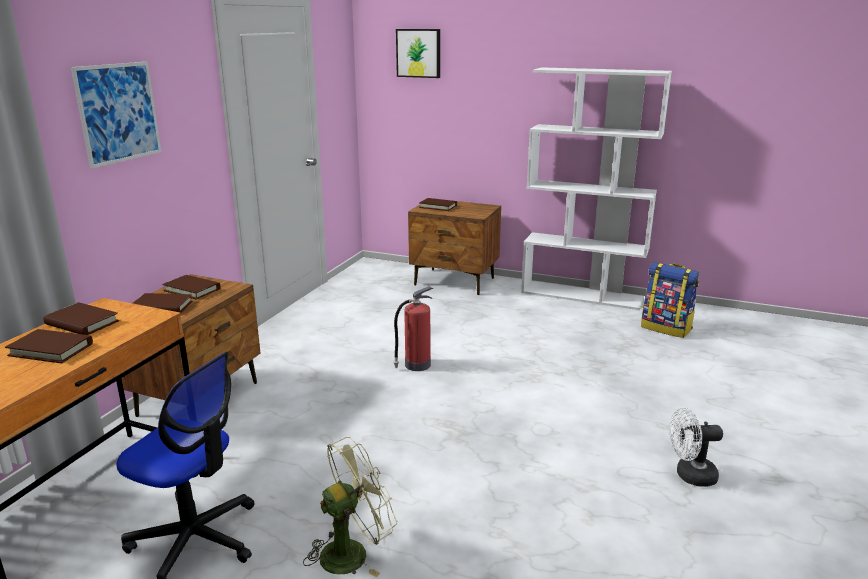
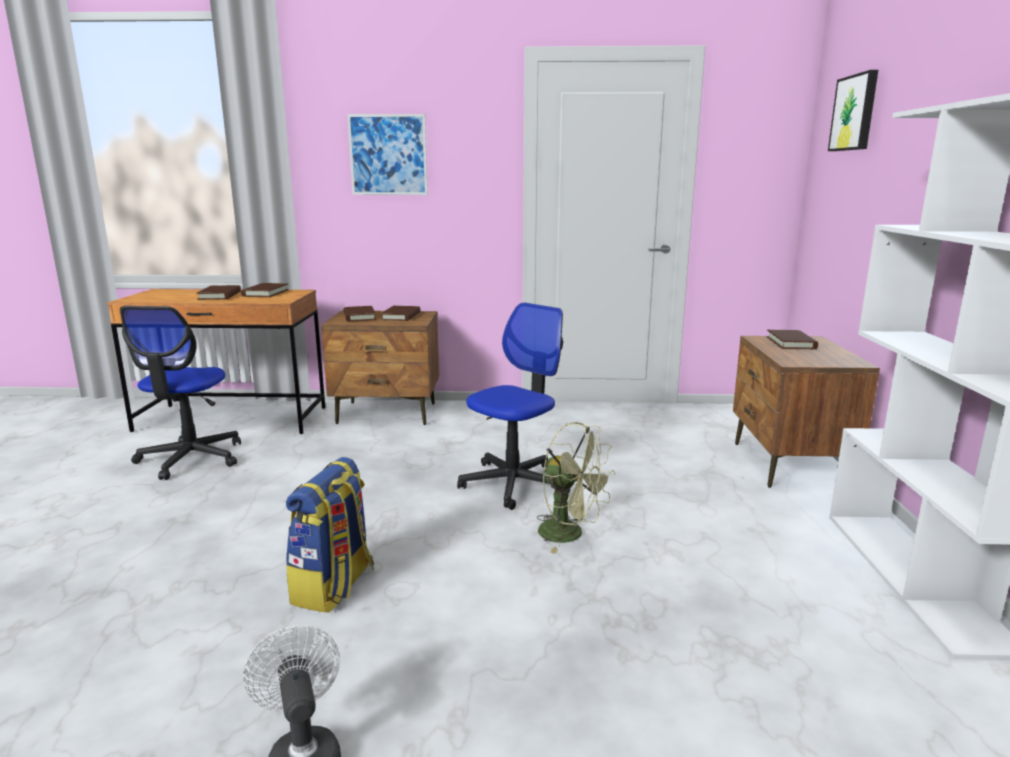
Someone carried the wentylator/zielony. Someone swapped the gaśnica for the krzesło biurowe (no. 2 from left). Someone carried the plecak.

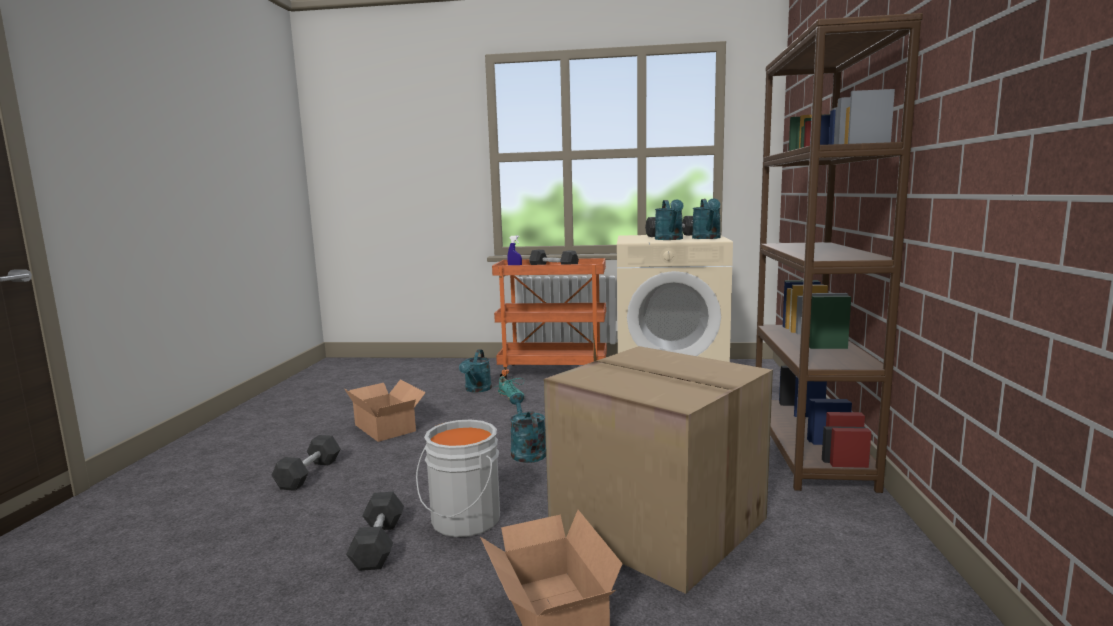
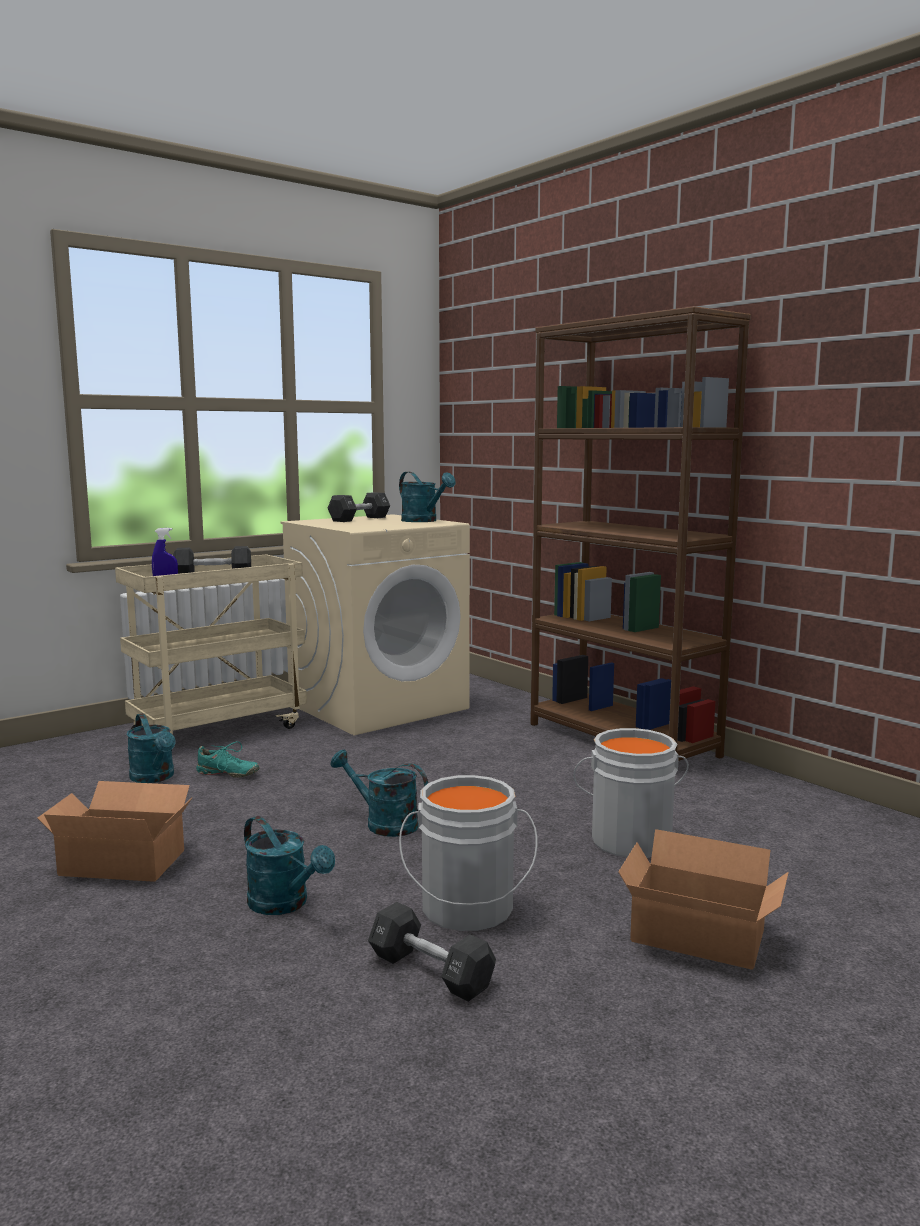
Someone took away the hantel/czarny (no. 1 from left). Someone repainted the wózek/pomarańczowy, which became the wózek/beżowy. Someone swapped the karton (no. 3 from left) for the wiadro/szary (no. 2 from left). Someone carried the konewka/turkusowy (no. 3 from left in the first image).

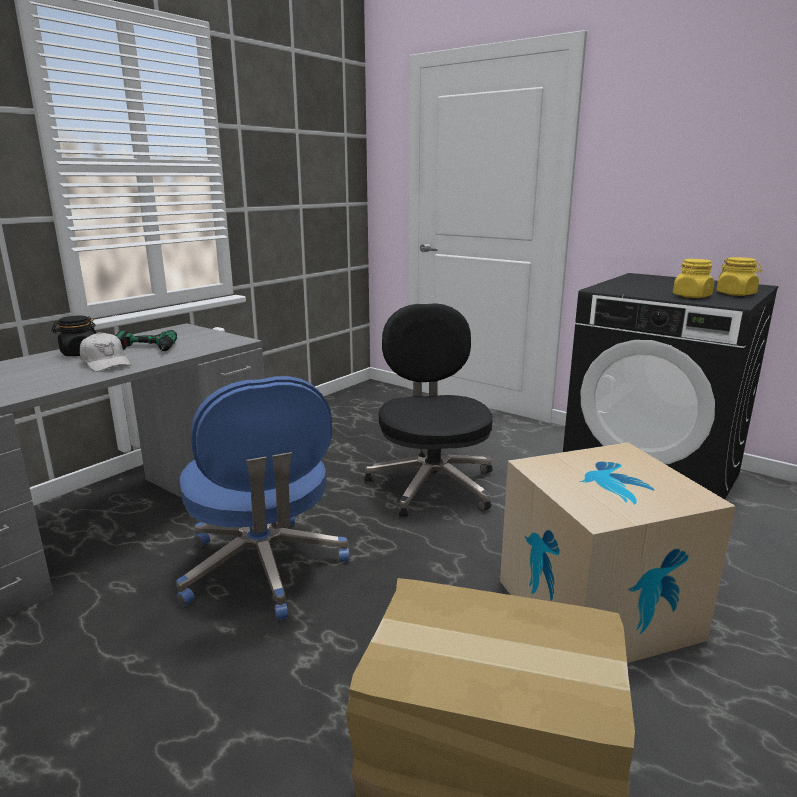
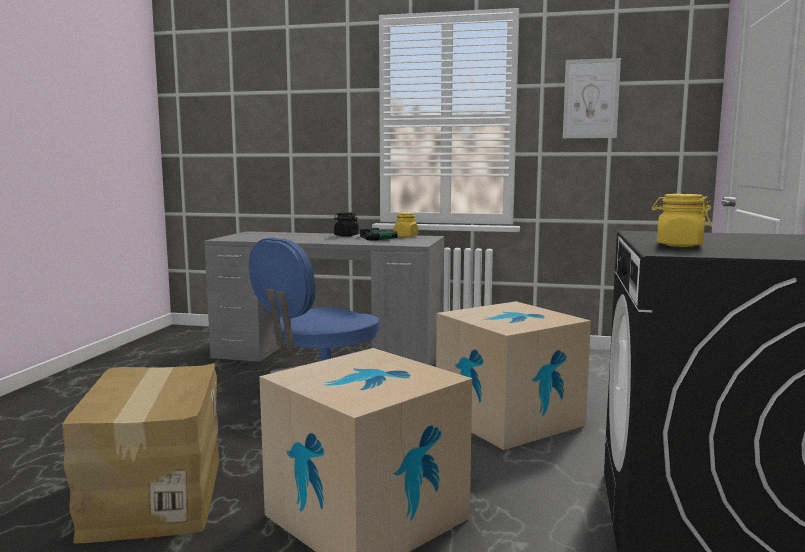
Someone took away the czapka z daszkiem/biały. Someone swapped the krzesło biurowe/czarny for the karton (no. 3 from left). Someone carried the słoik/żółty (no. 2 from left in the first image). Someone put up the obraz.

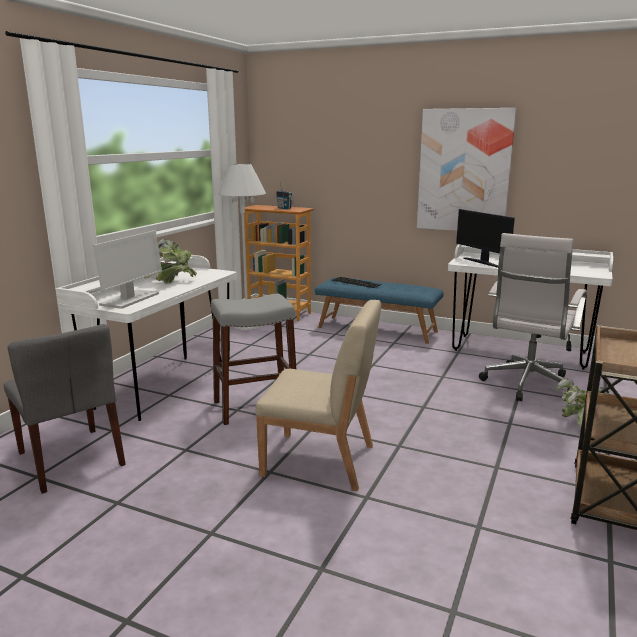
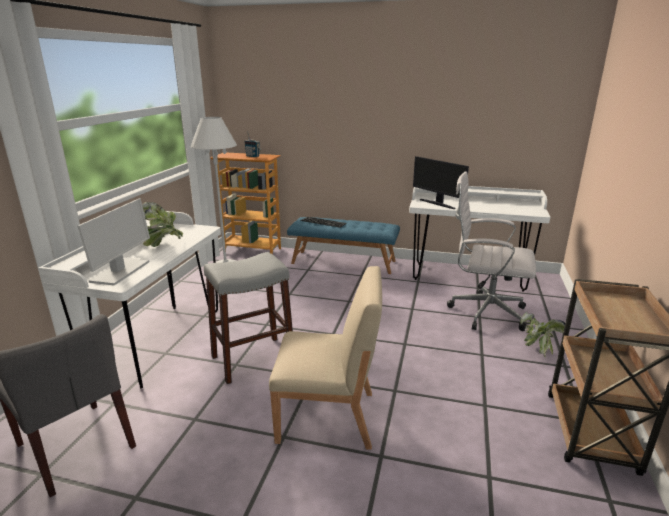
Someone took away the obraz. Someone rotated the krzesło biurowe/biały by 90 degrees clockwise.

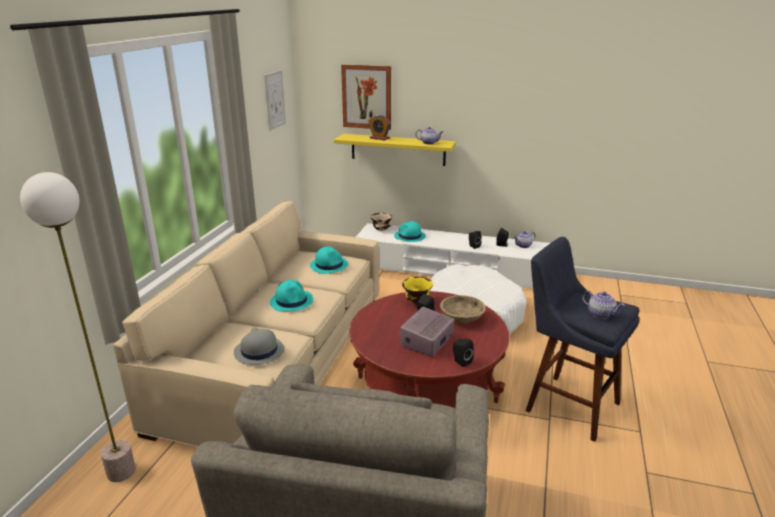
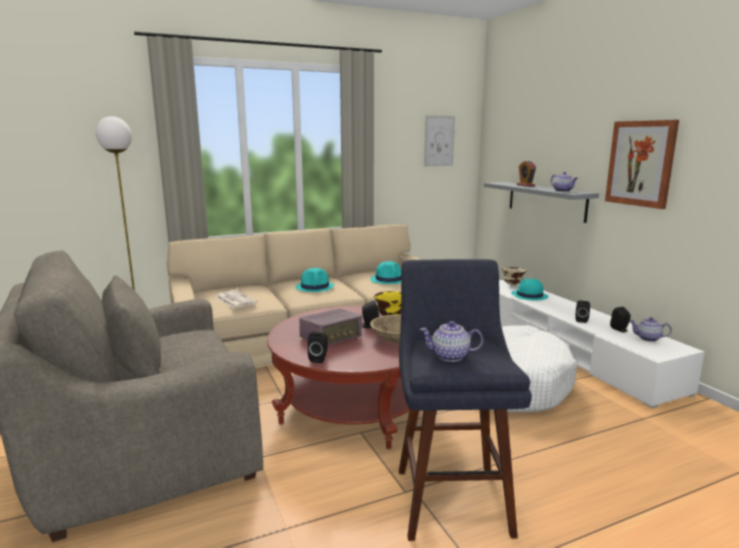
Someone swapped the kapelusz/szary for the gazeta. Someone repainted the półka/żółty, which became the półka/szary. Someone carried the obraz (no. 2 from left). Someone rotated the radio by 150 degrees clockwise. Someone rotated the imbryk (no. 3 from left in the first image) by 90 degrees clockwise.

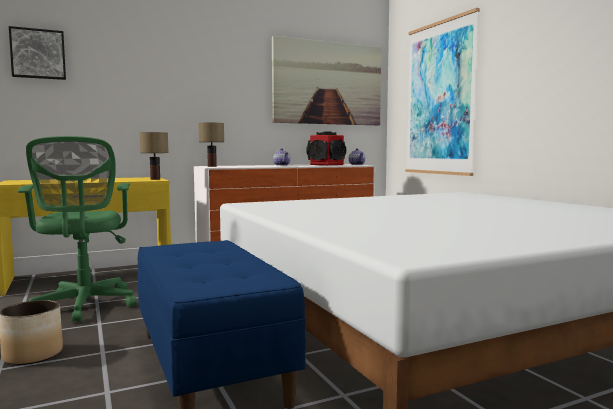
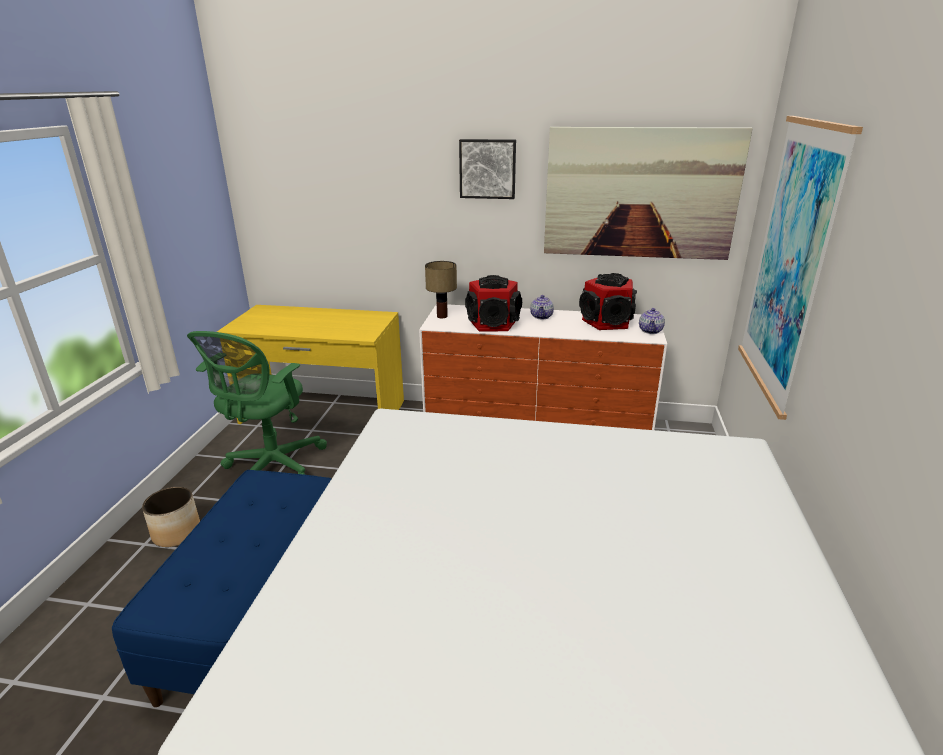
Someone carried the obraz (no. 1 from left). Someone took away the lampa stołowa (no. 1 from left). Someone put down the głośnik (no. 1 from left).

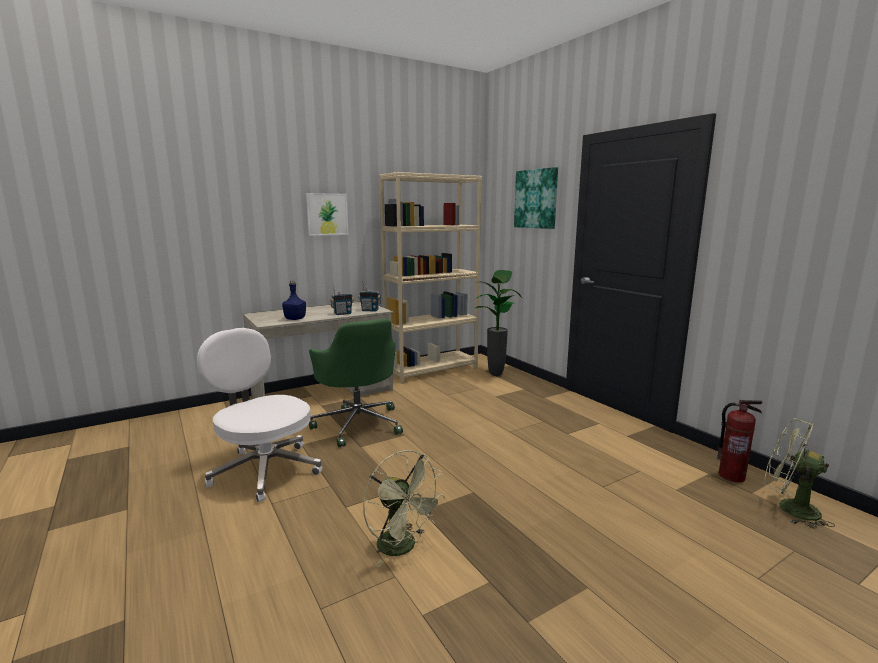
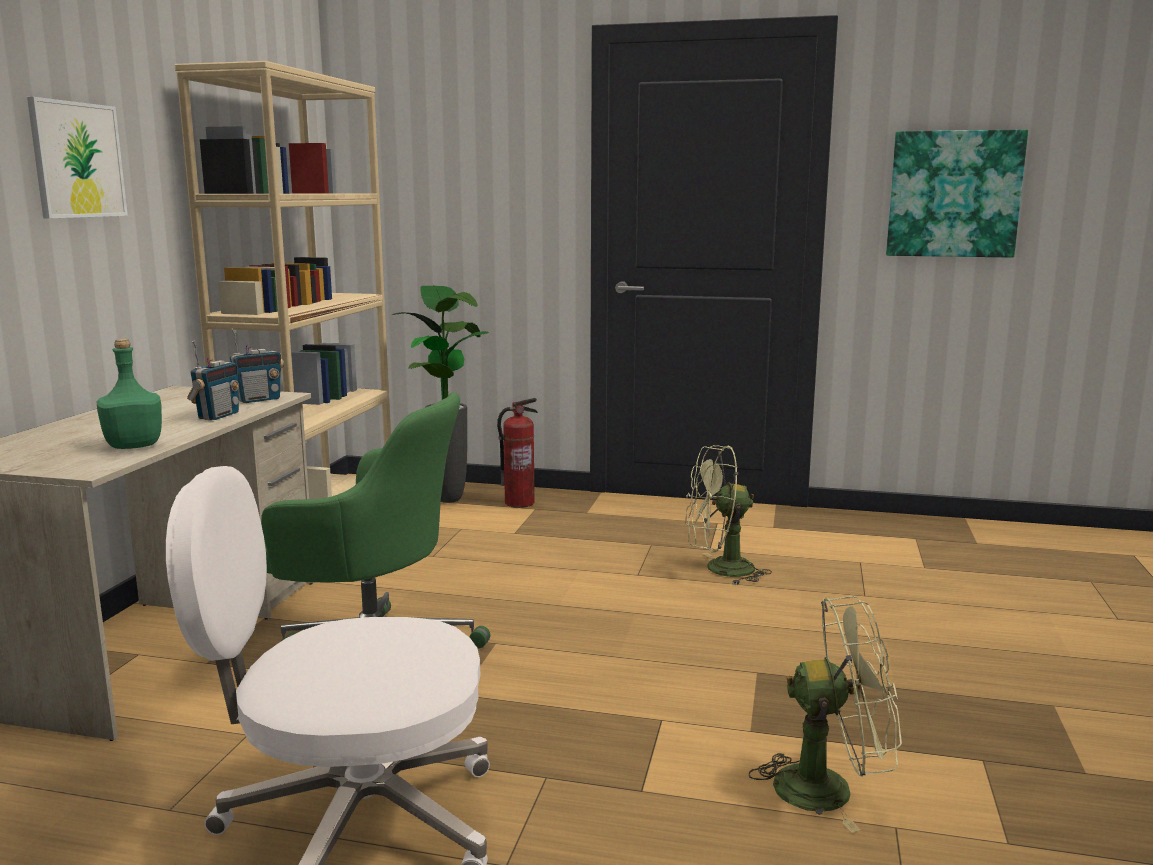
Someone repainted the butelka/niebieski, which became the butelka/zielony. Someone carried the obraz (no. 2 from left). Someone carried the gaśnica. Someone carried the wentylator/zielony (no. 2 from left in the first image).

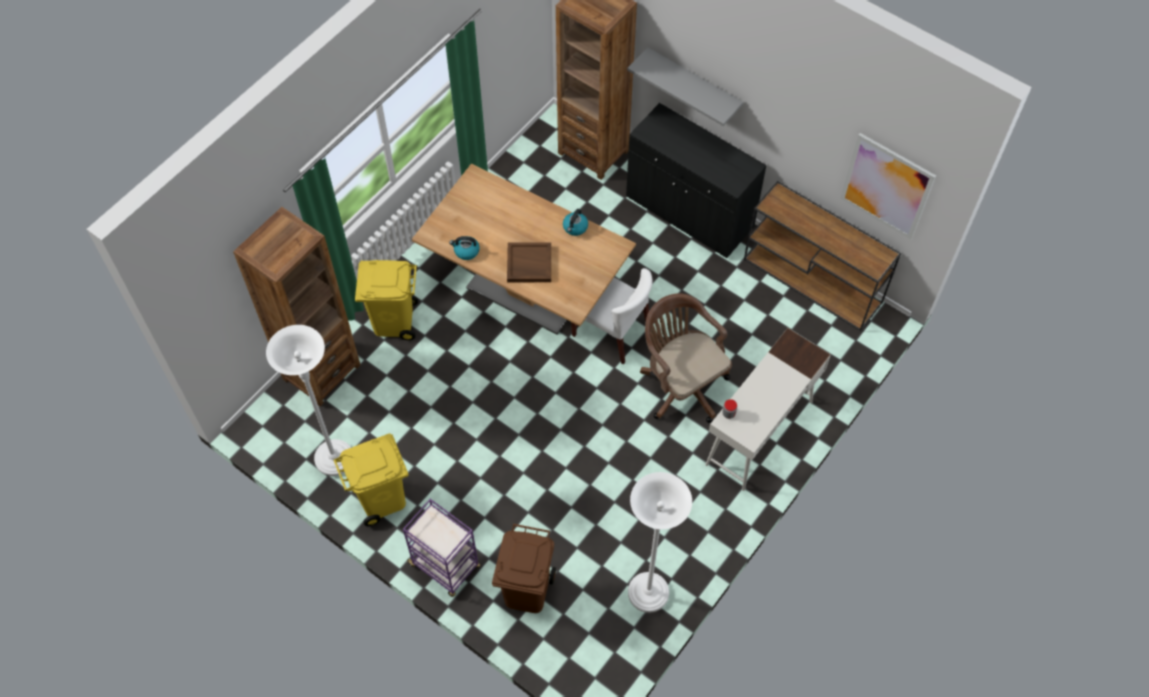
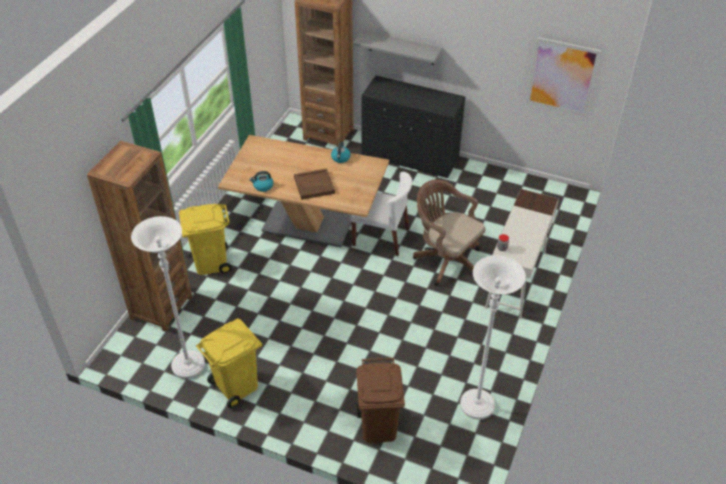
Someone took away the wózek/fioletowy. Someone took away the stolik konsolowy/brązowy.

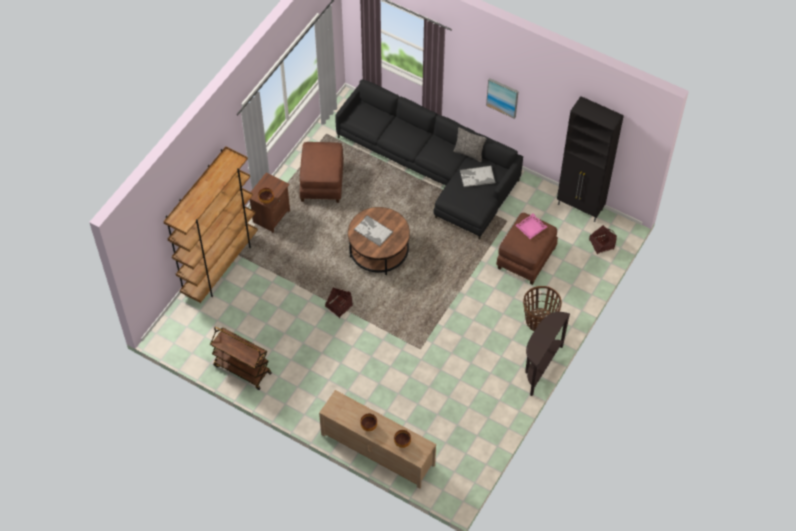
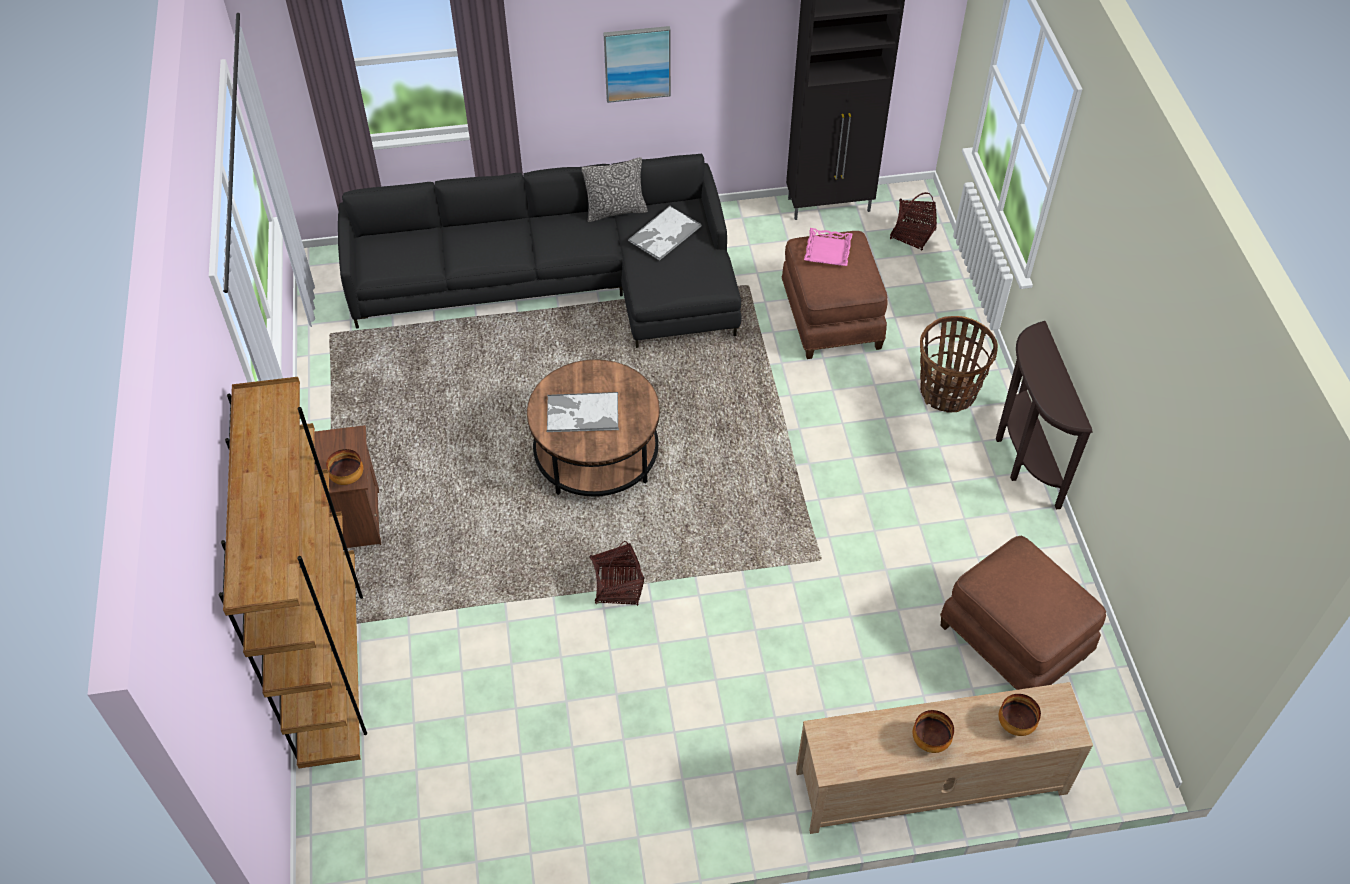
Someone took away the wózek/brązowy. Someone carried the pufa/brązowy (no. 1 from left in the first image).

